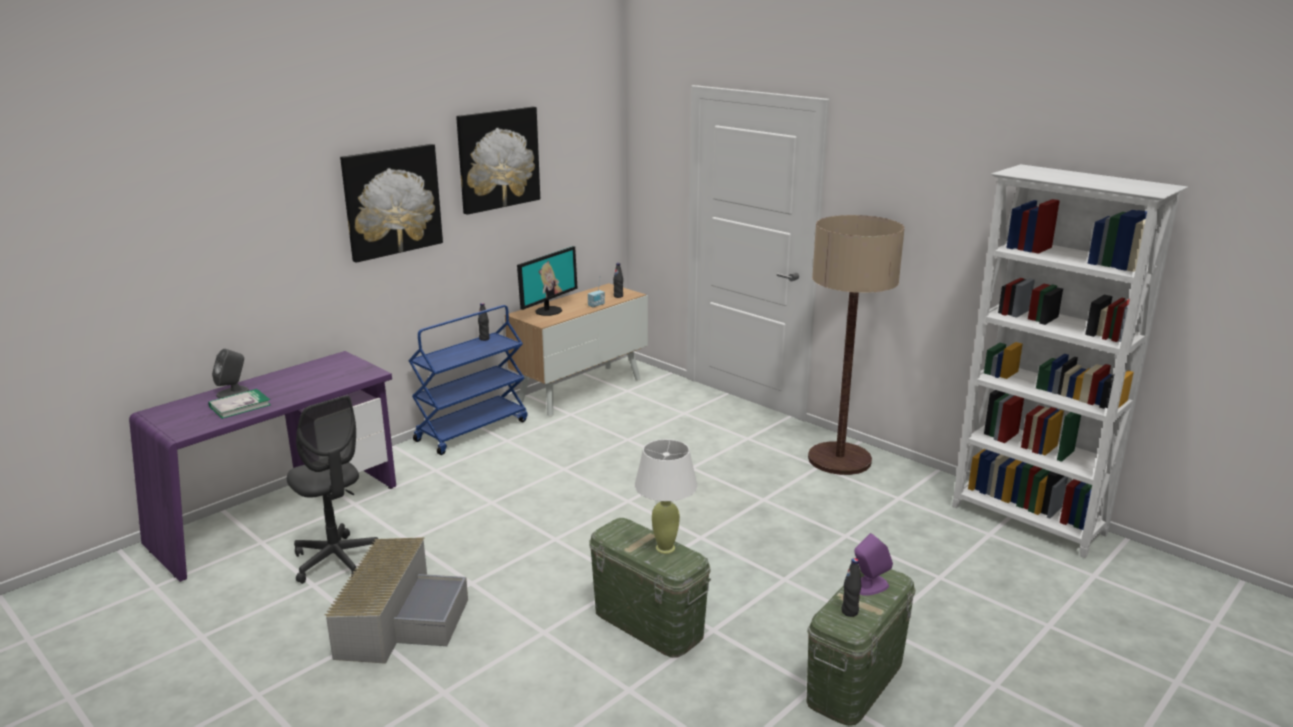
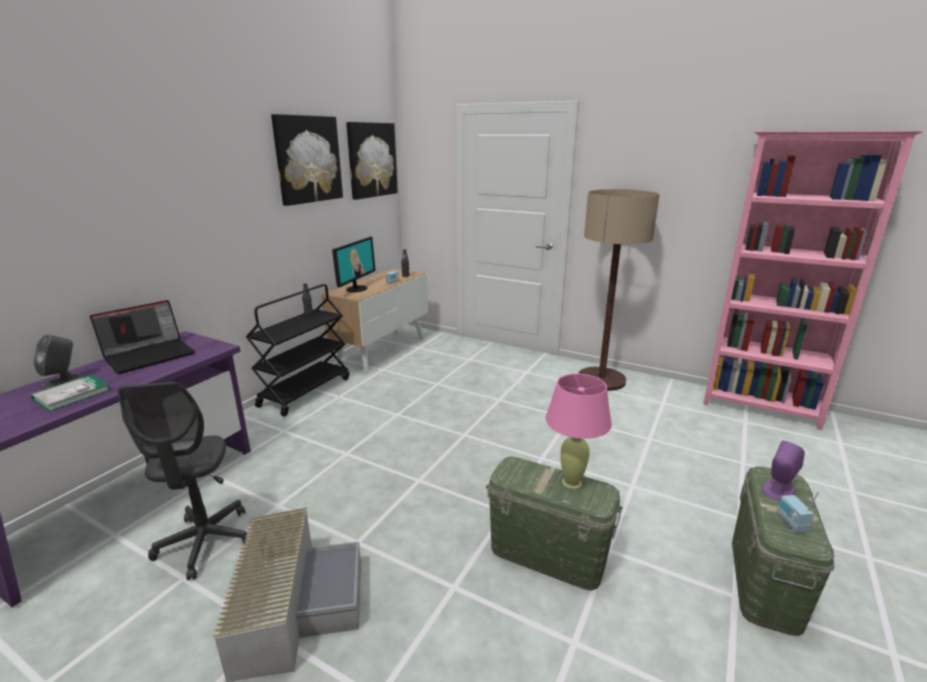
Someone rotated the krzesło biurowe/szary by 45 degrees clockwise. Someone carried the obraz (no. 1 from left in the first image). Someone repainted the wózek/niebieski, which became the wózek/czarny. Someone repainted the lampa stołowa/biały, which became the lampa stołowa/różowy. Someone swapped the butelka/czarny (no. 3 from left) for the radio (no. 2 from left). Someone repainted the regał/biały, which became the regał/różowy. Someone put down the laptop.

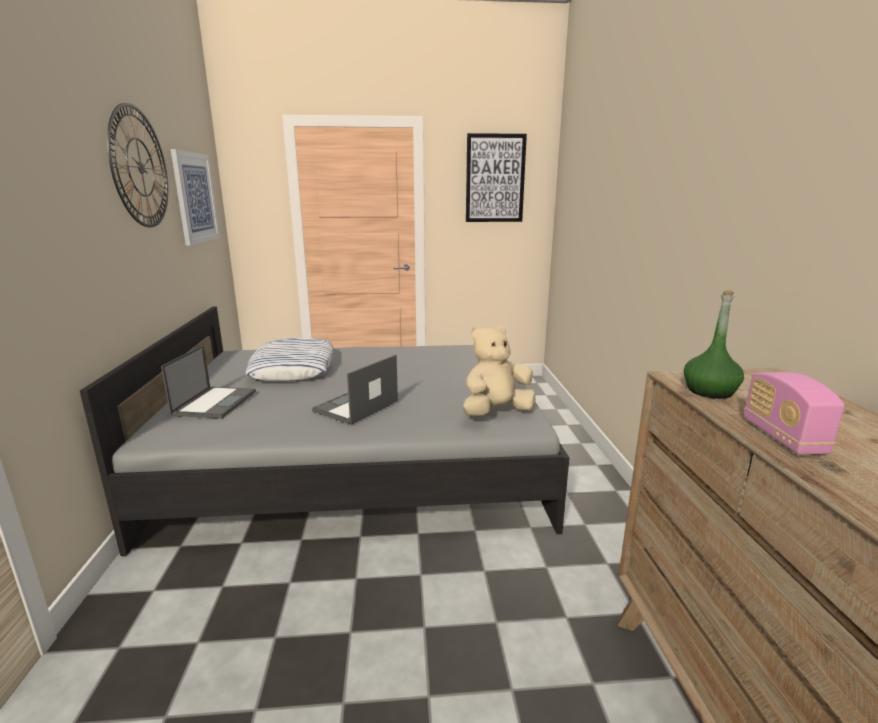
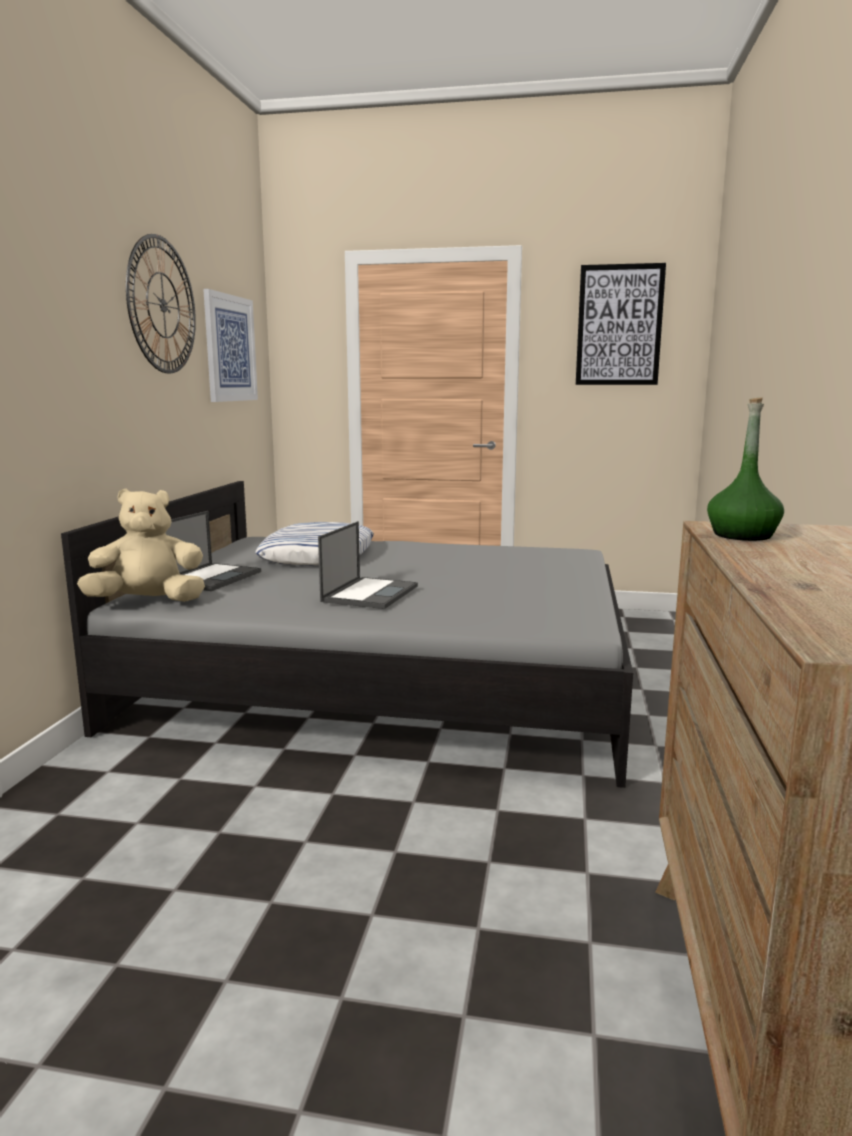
Someone rotated the laptop (no. 2 from left) by 150 degrees clockwise. Someone carried the pluszak/beżowy. Someone took away the radio.

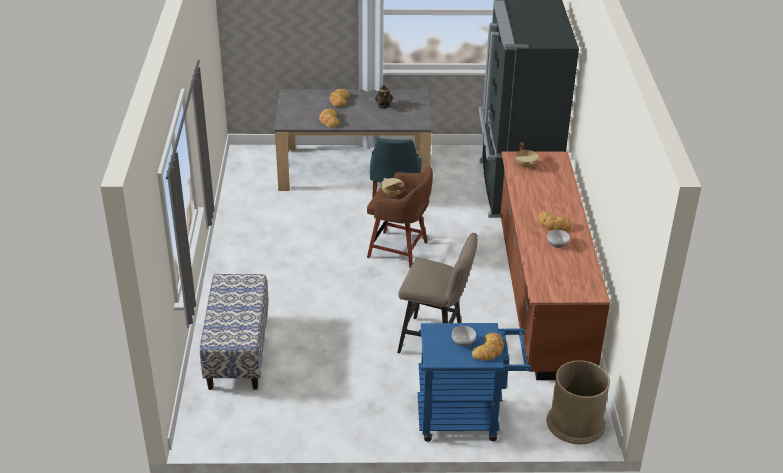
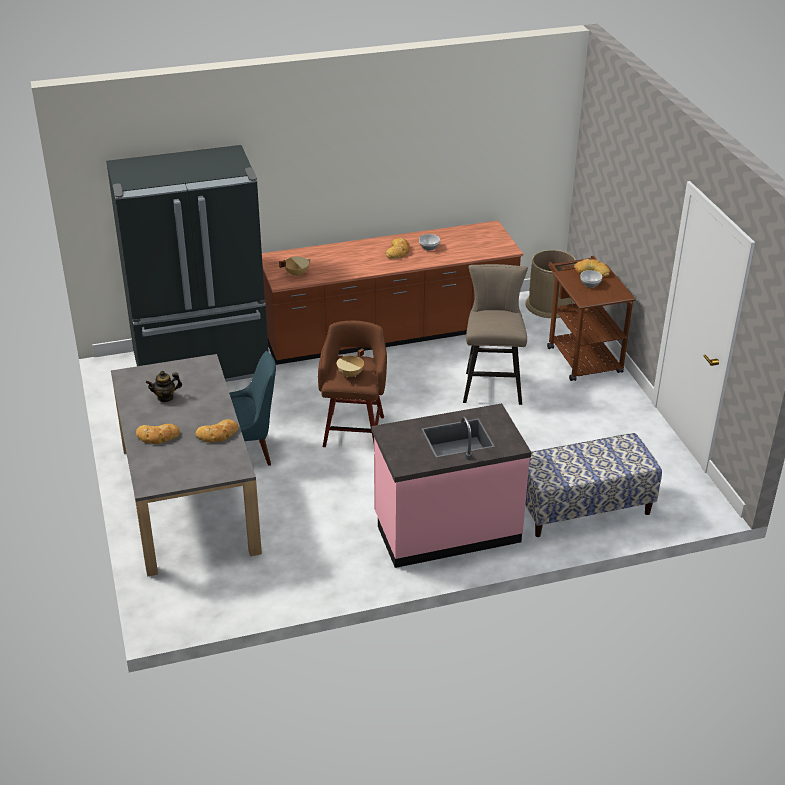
Someone repainted the wózek/niebieski, which became the wózek/brązowy. Someone put down the zabudowa kuchenna/różowy.

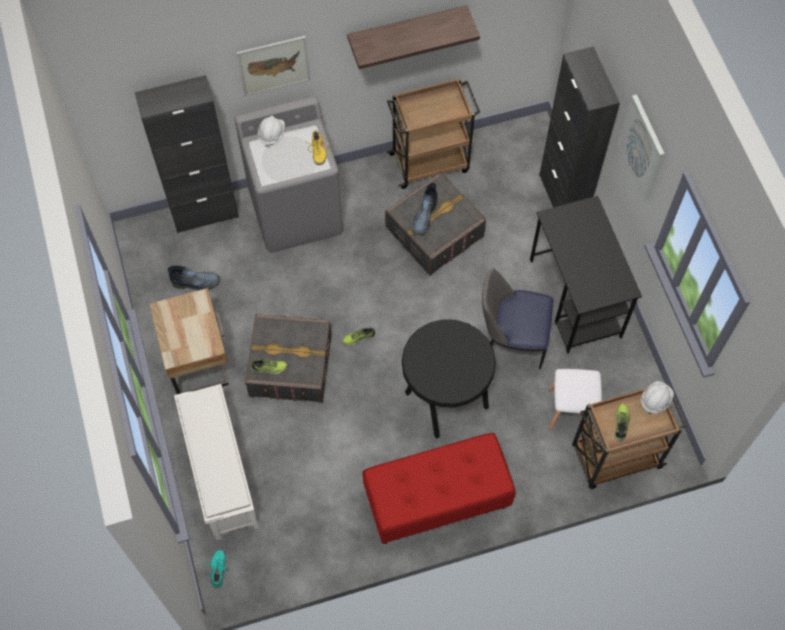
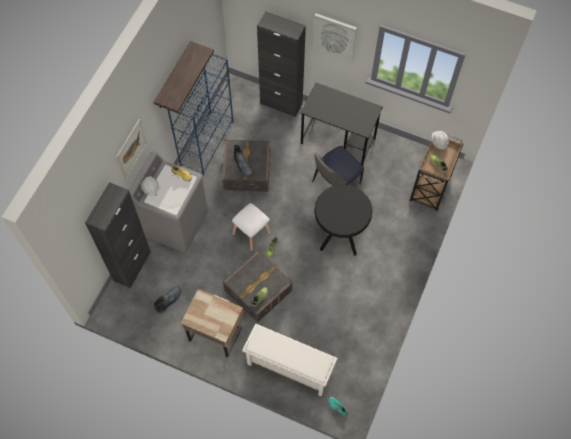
Someone took away the ławka/czerwony. Someone swapped the wózek/brązowy (no. 1 from left) for the regał/niebieski. Someone carried the stołek/biały.

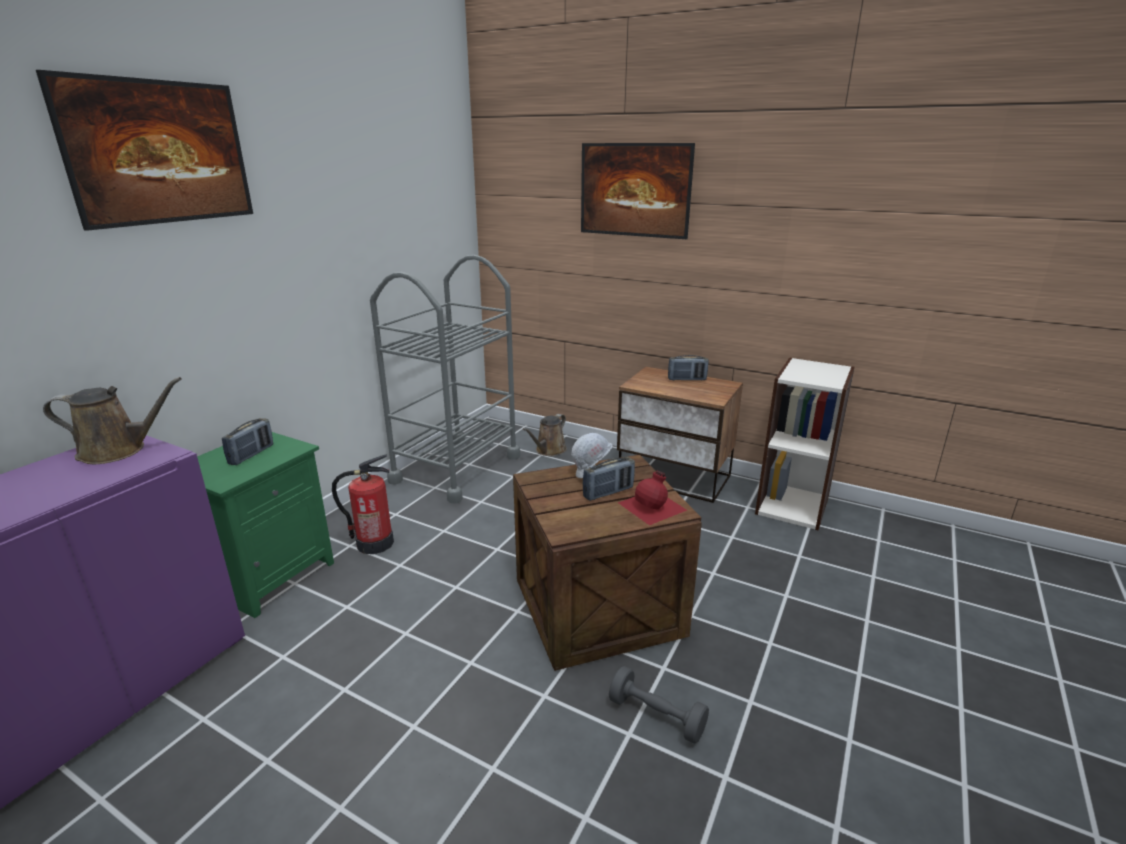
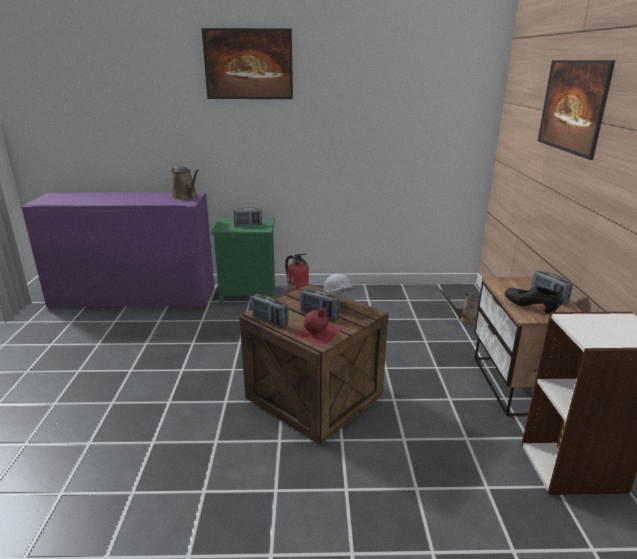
Someone took away the wózek/szary. Someone took away the hantel/szary. Someone put down the radio (no. 2 from left). Someone put down the but/czarny.

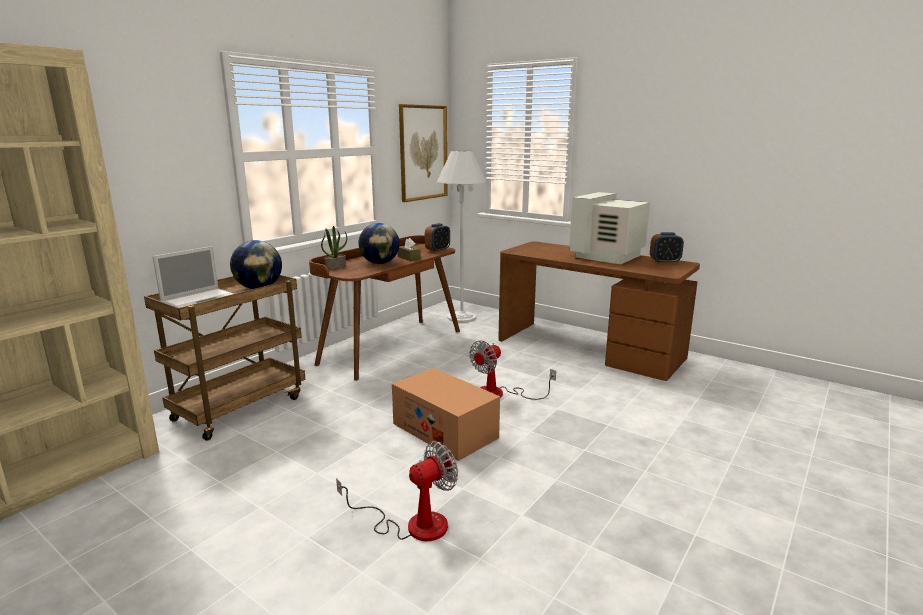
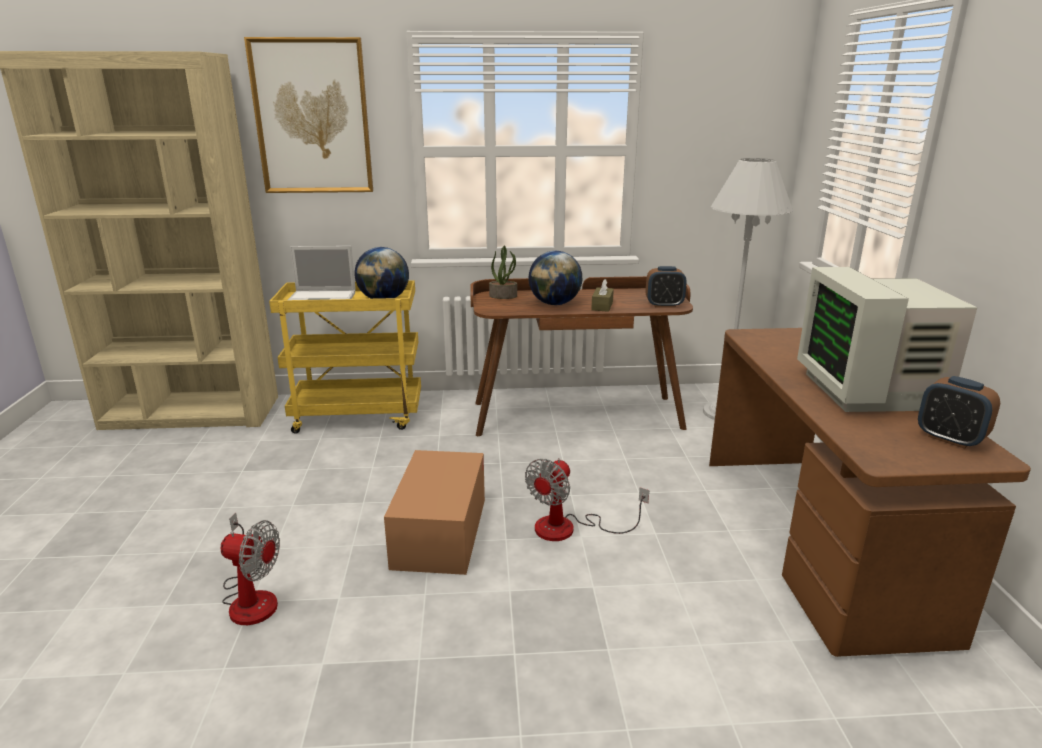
Someone repainted the wózek/brązowy, which became the wózek/żółty. Someone carried the obraz. Someone rotated the wentylator (no. 2 from left) by 60 degrees counterclockwise. Someone rotated the monitor by 90 degrees counterclockwise.

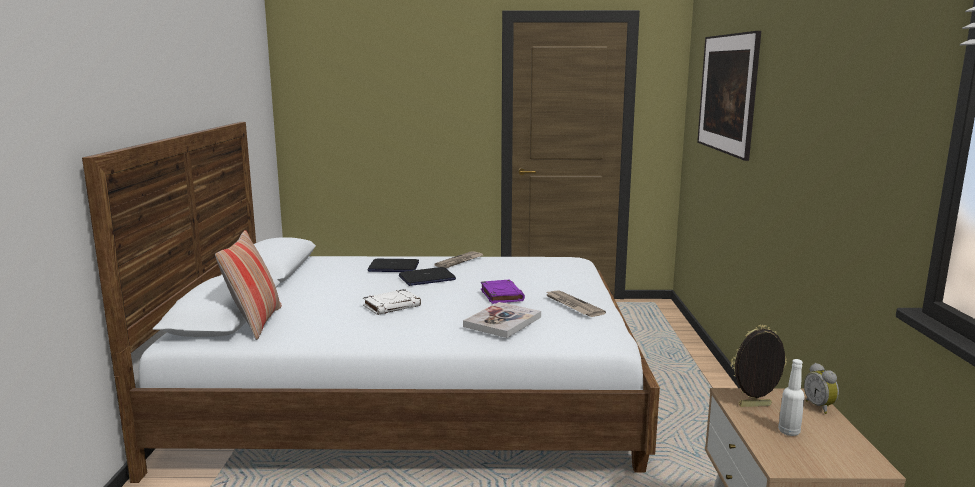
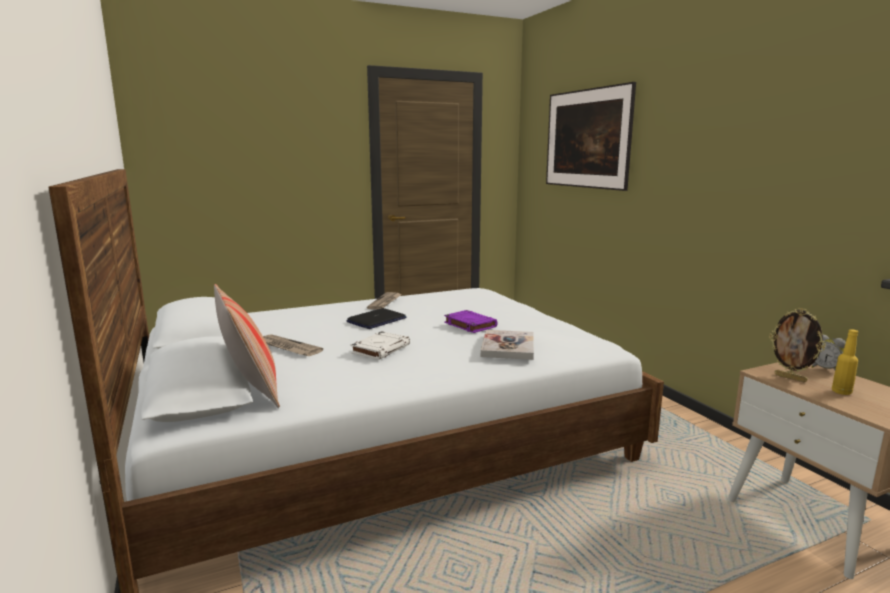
Someone took away the laptop (no. 1 from left). Someone carried the gazeta (no. 2 from left in the first image). Someone rotated the ramka na zdjęcie by 105 degrees counterclockwise. Someone repainted the butelka/biały, which became the butelka/żółty.

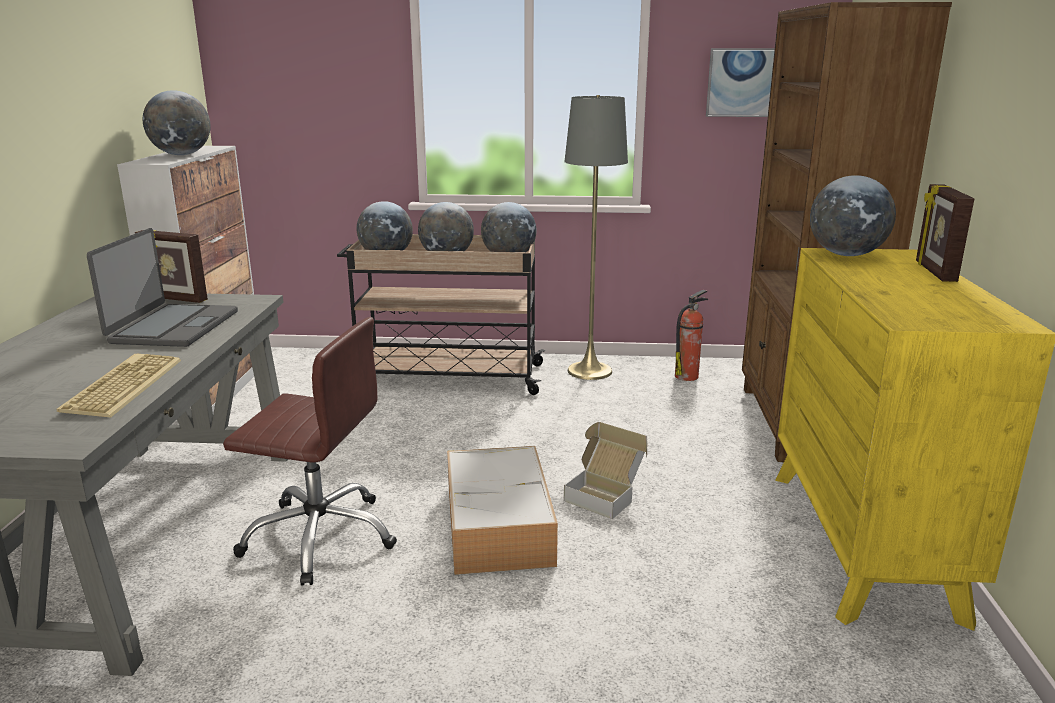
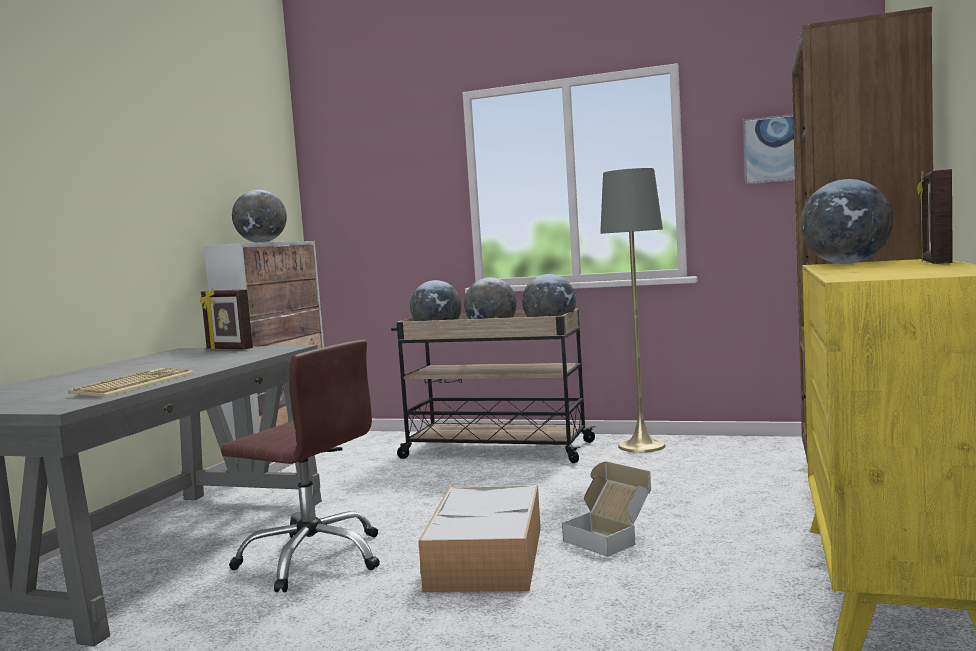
Someone took away the laptop. Someone took away the gaśnica.

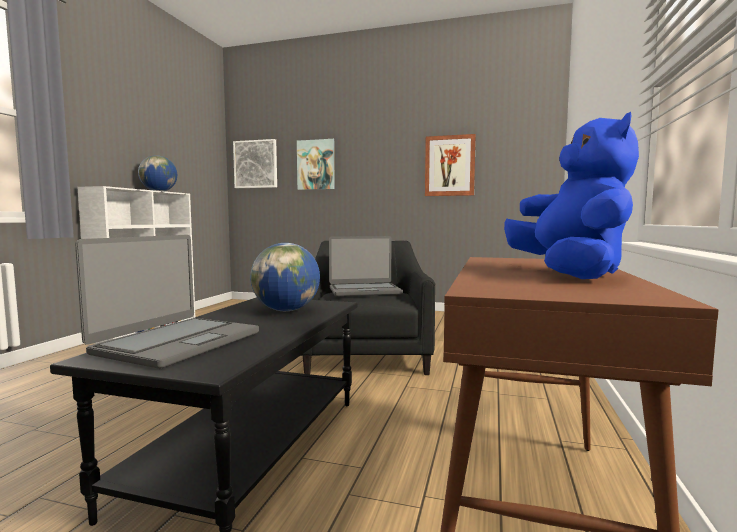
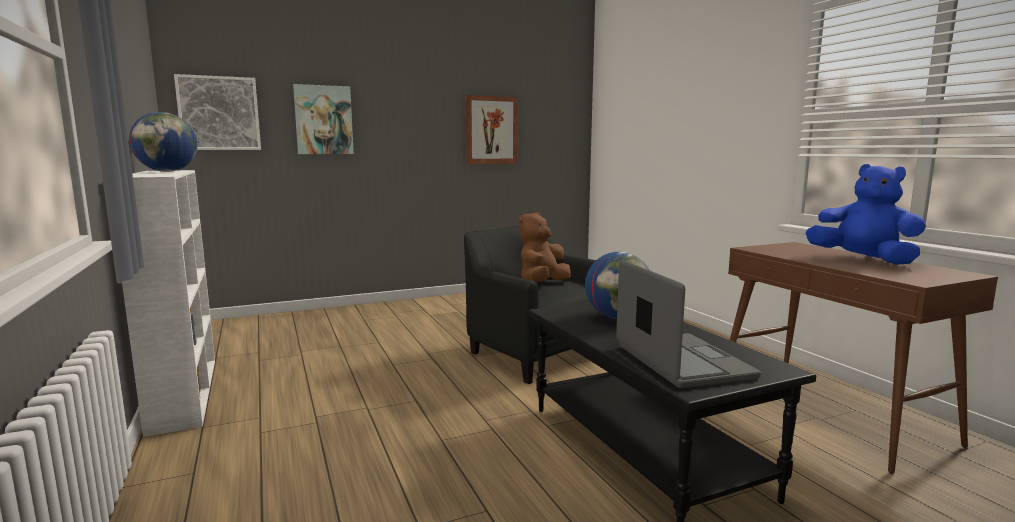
Someone swapped the laptop (no. 2 from left) for the pluszak/brązowy.

